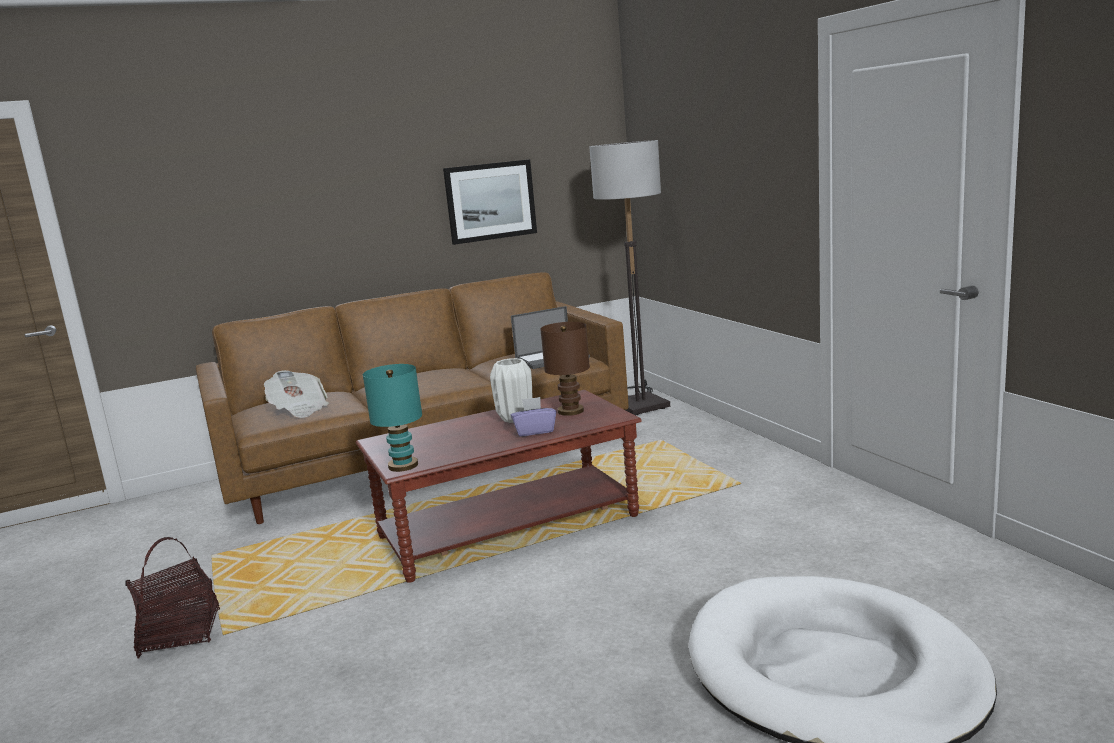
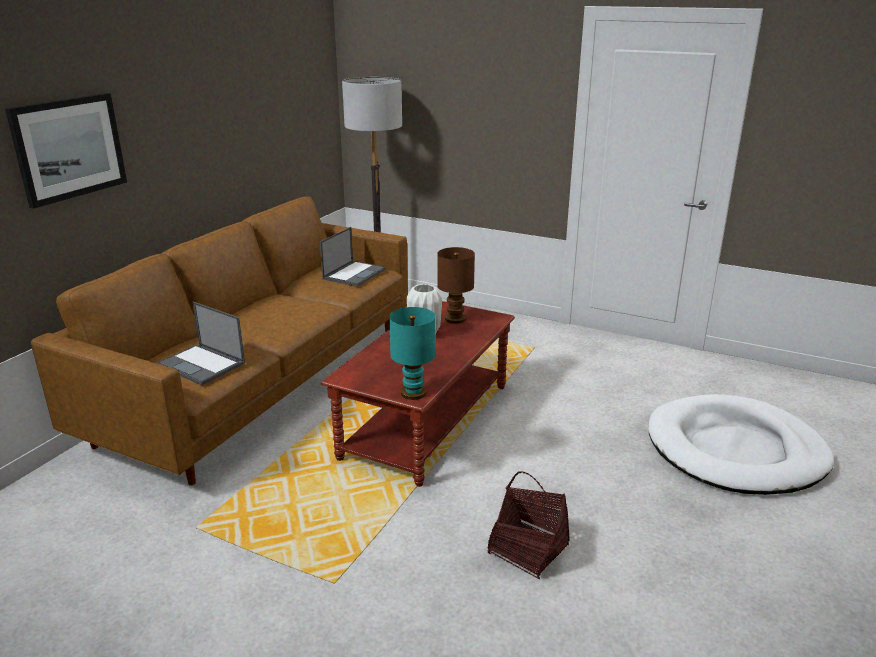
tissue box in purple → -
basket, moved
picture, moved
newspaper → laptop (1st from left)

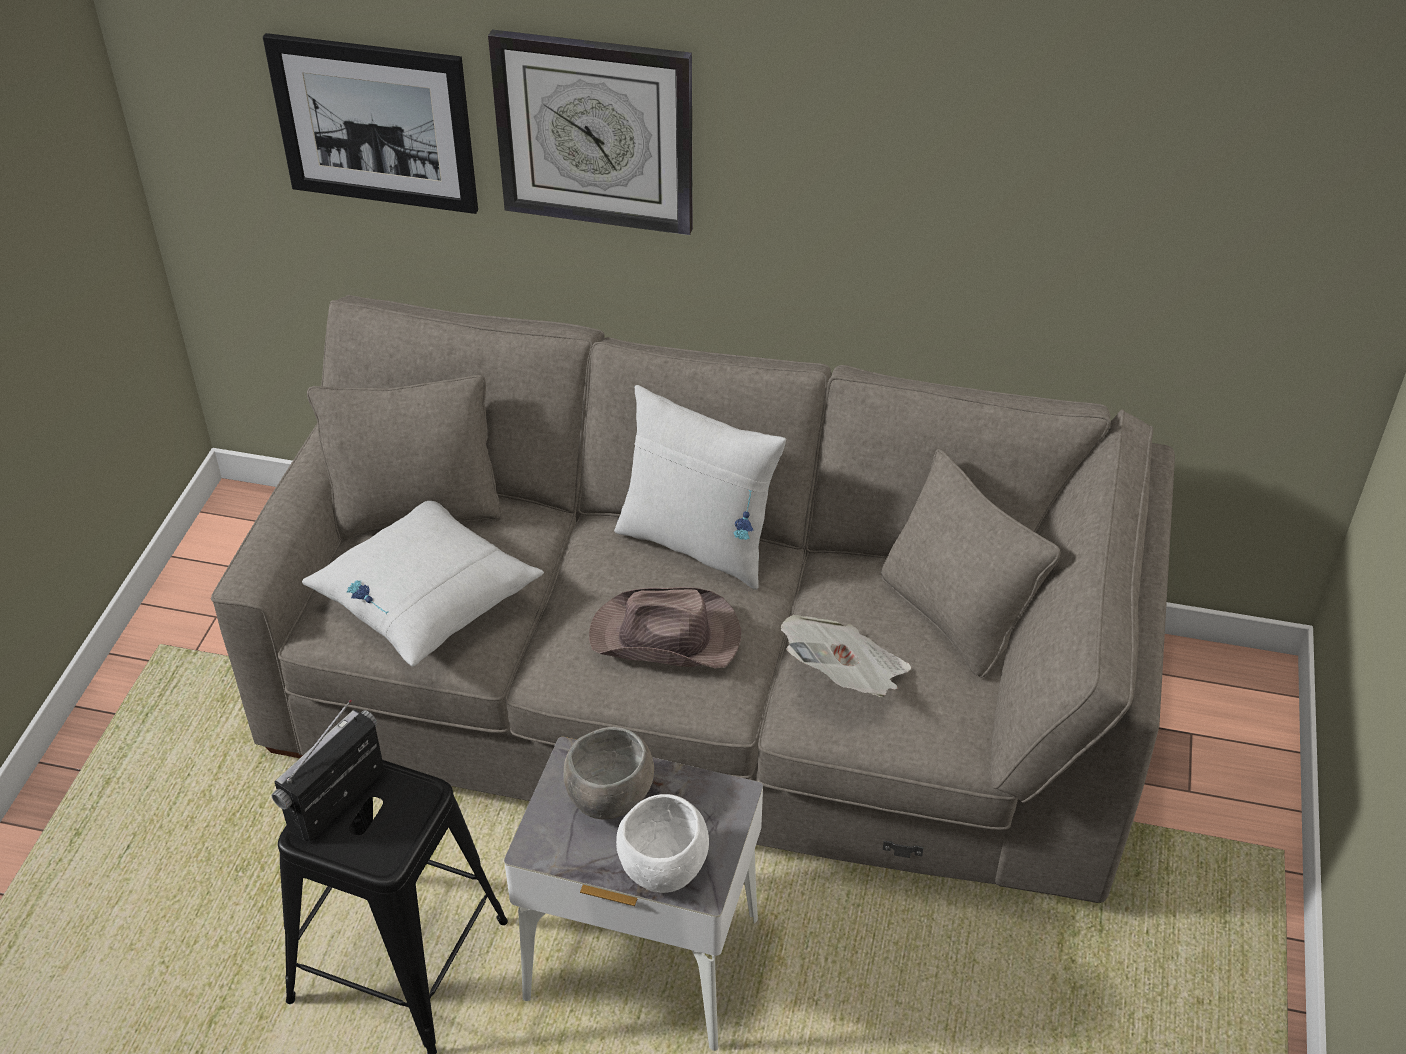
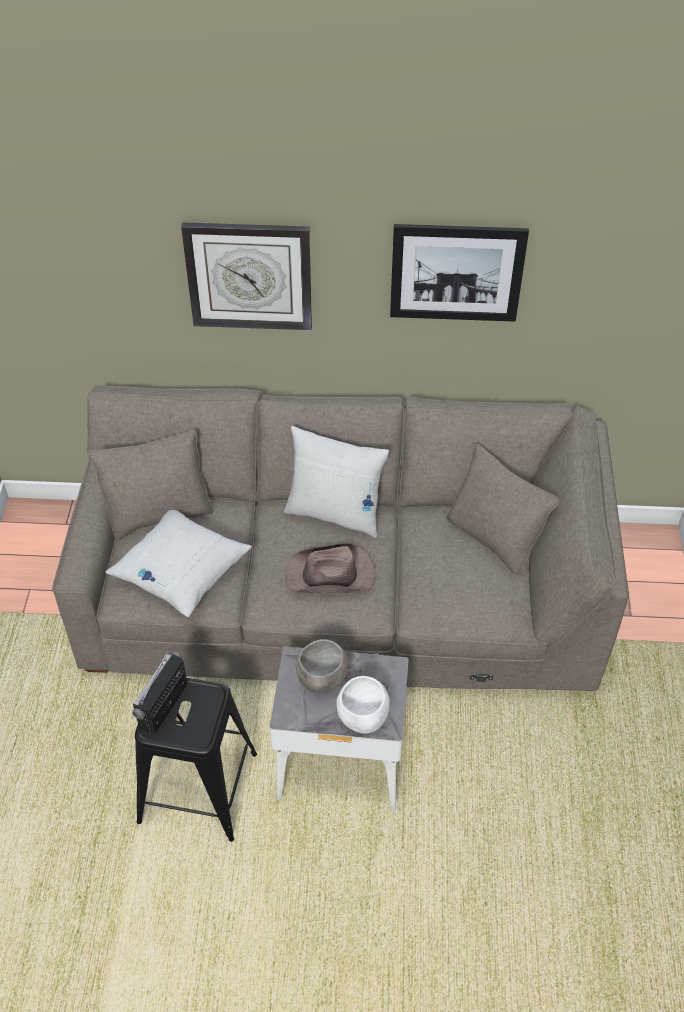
newspaper → -
picture, moved

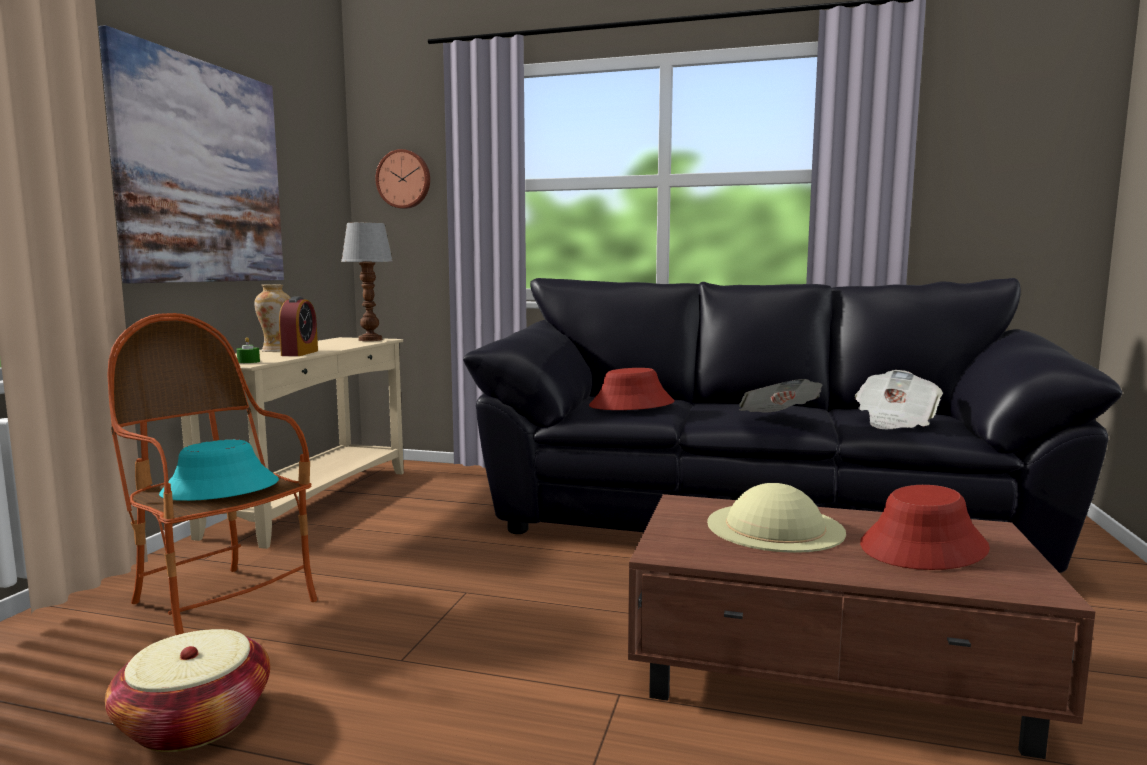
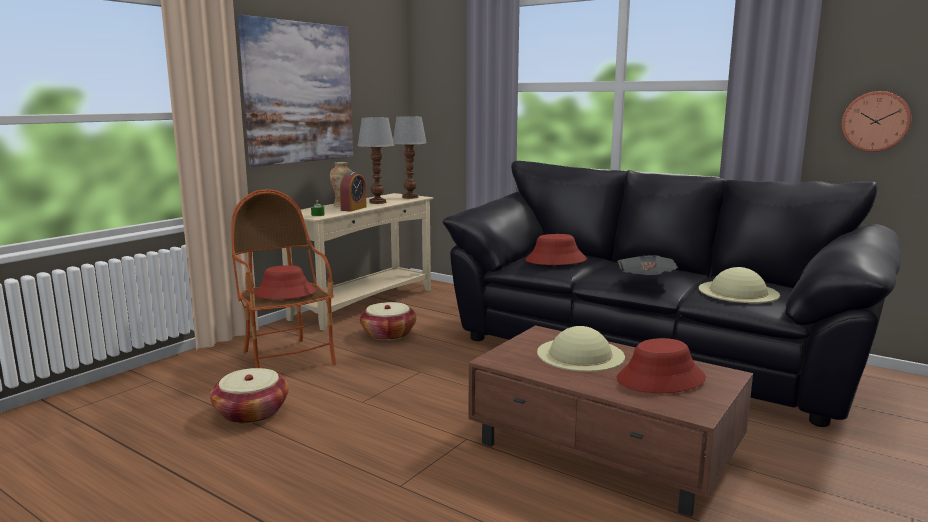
- → table lamp (1st from left)
- → basket (2nd from left)
wall clock, moved
newspaper (2nd from left) → hat in beige (2nd from left)
hat in turquoise → hat in red (1st from left)

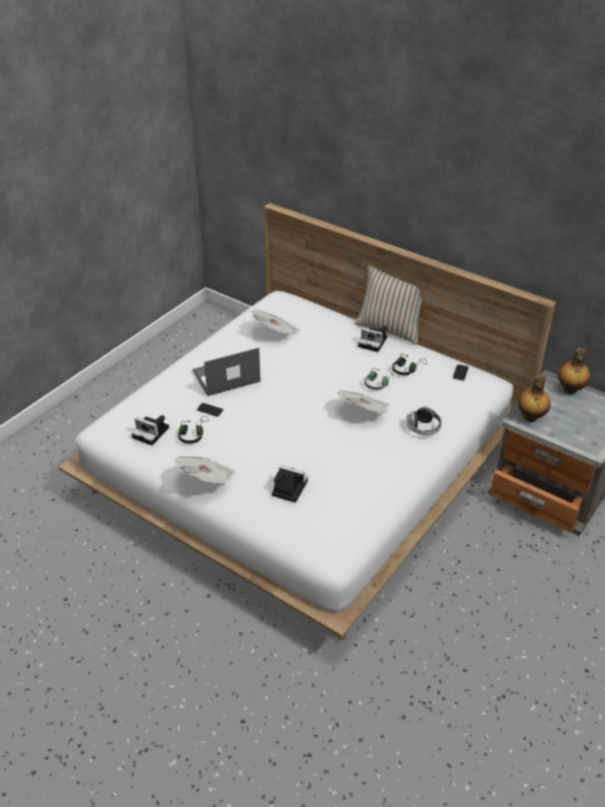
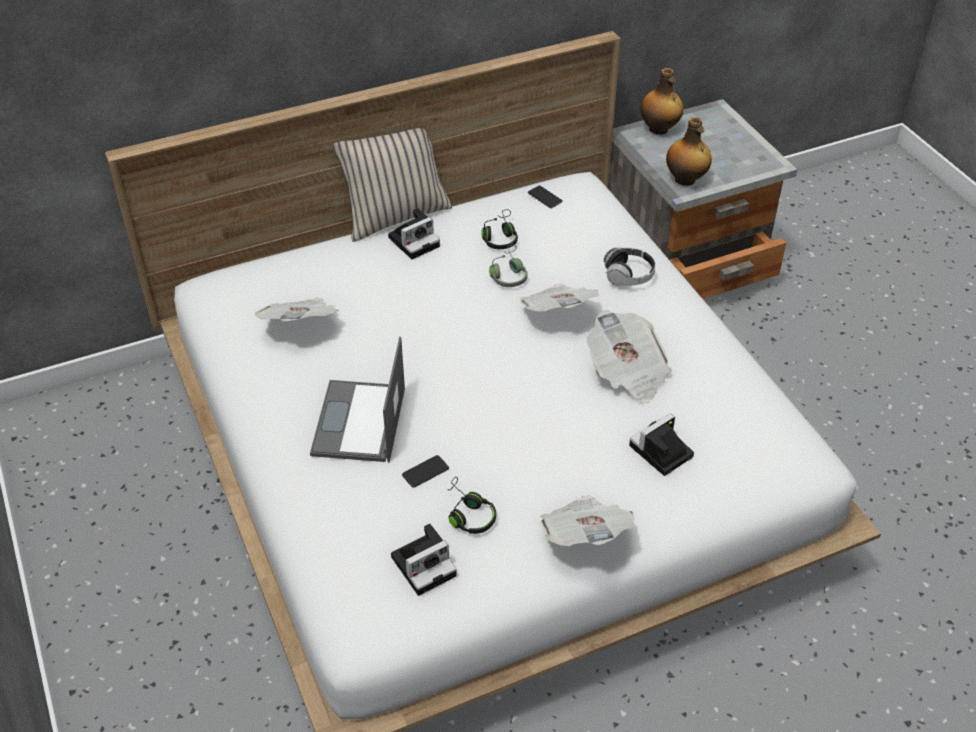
- → newspaper (4th from left)

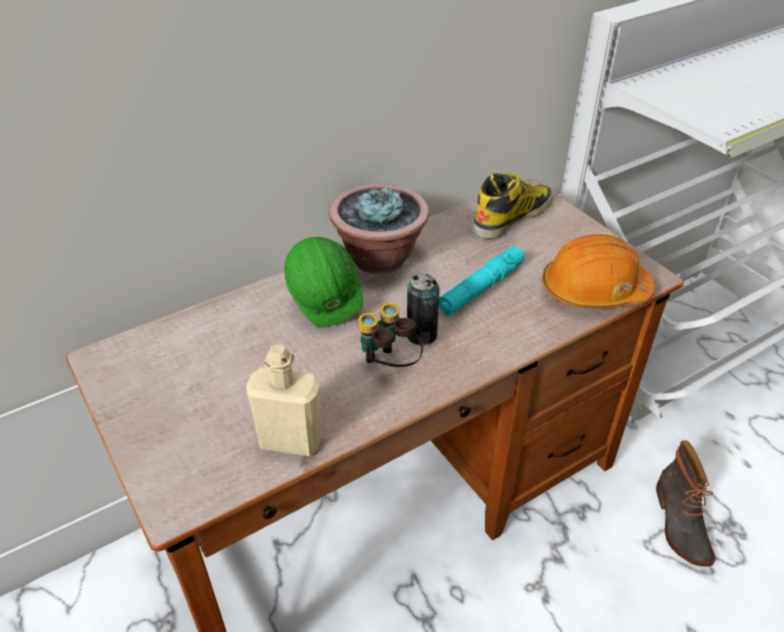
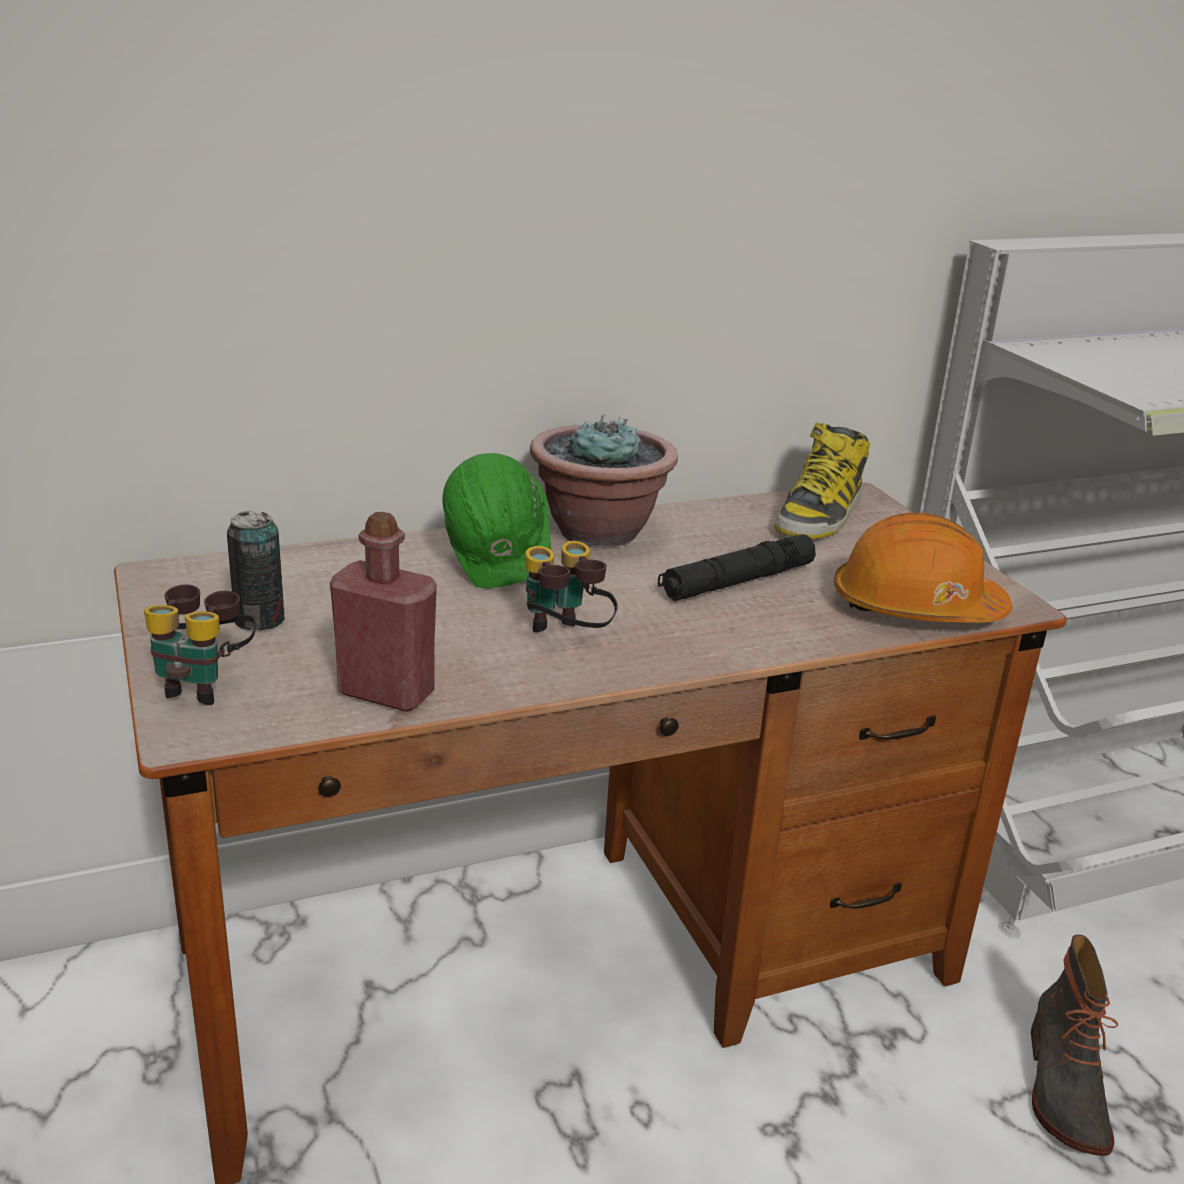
- → binoculars (1st from left)
can, moved
bottle in beige → bottle in red
flashlight in turquoise → flashlight in black
boot (1st from left), 150 degrees clockwise

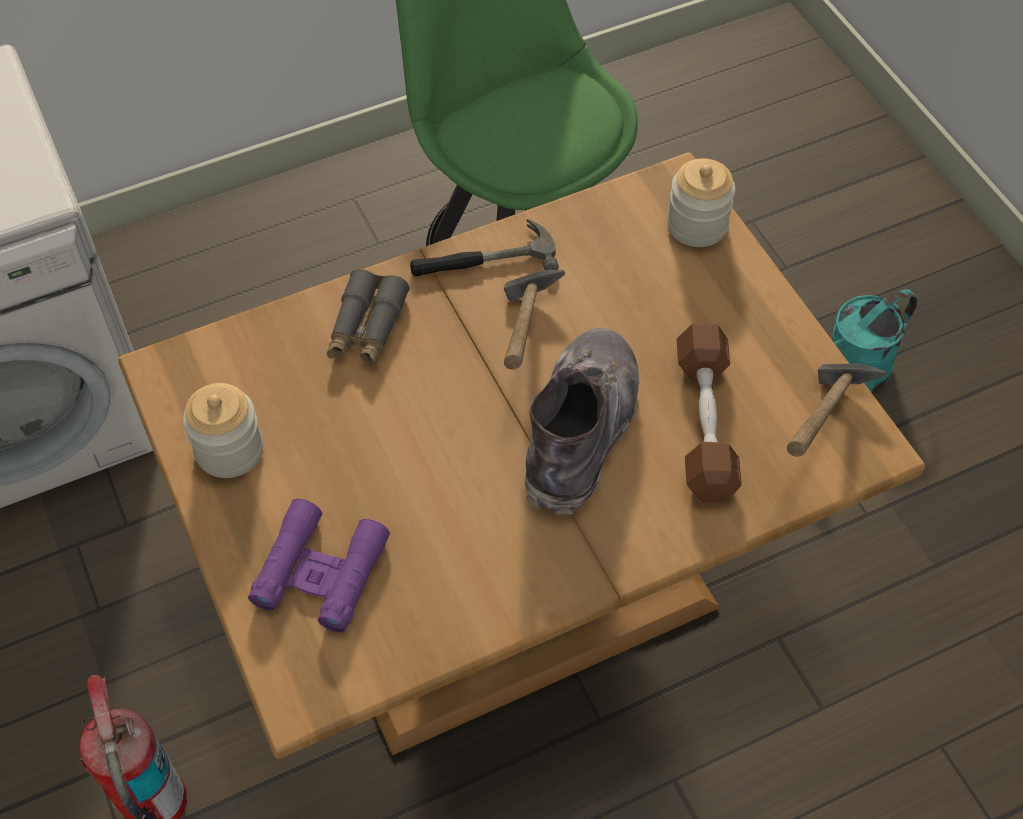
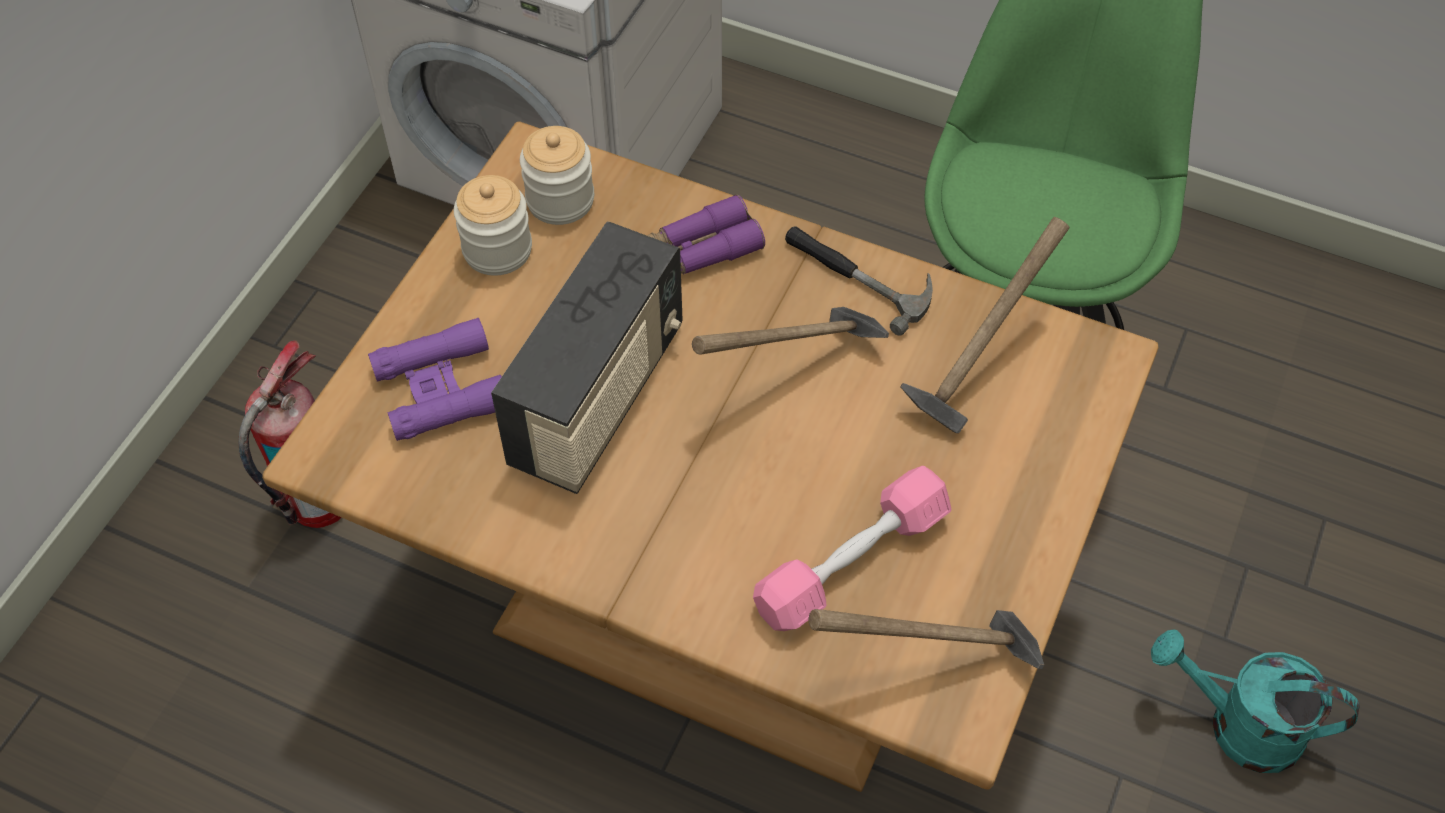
boot in grey → -
- → radio
- → hammer (4th from left)
jar (2nd from left), moved
binoculars in grey → binoculars in purple (2nd from left)
dumbbell in brown → dumbbell in pink

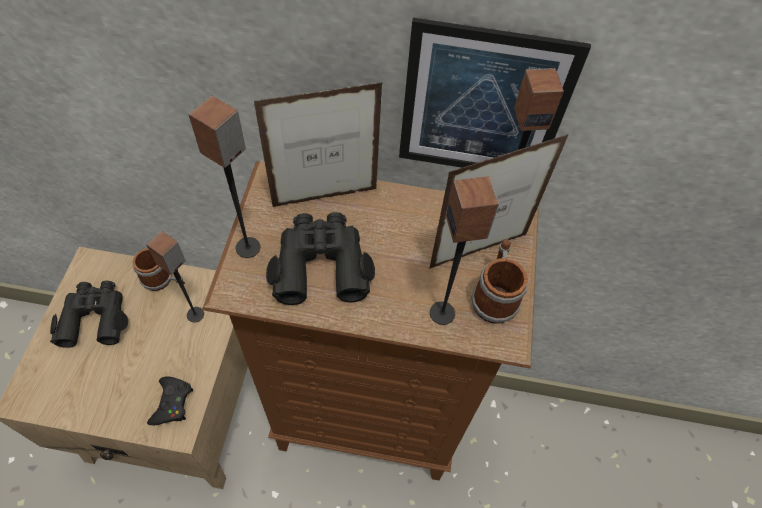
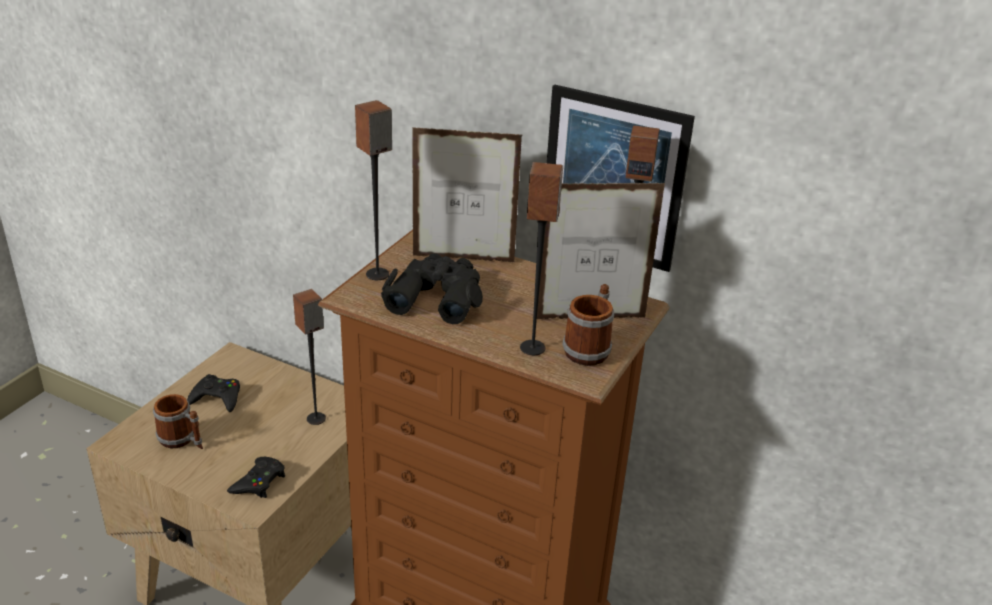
mug (1st from left), moved
binoculars in black (1st from left) → game controller in black (1st from left)

